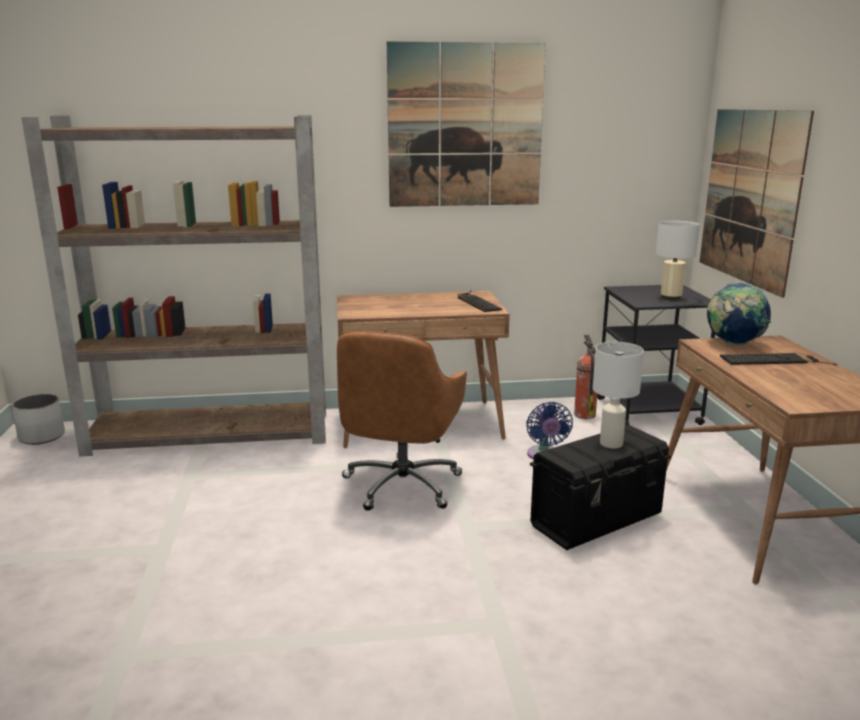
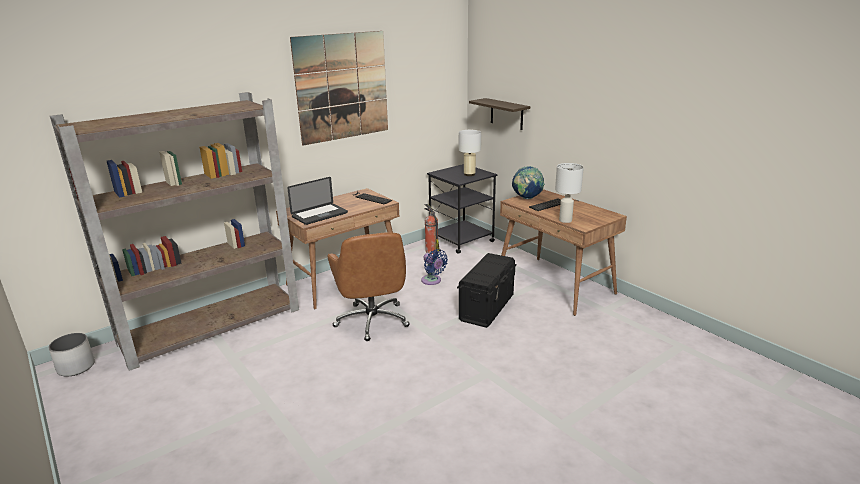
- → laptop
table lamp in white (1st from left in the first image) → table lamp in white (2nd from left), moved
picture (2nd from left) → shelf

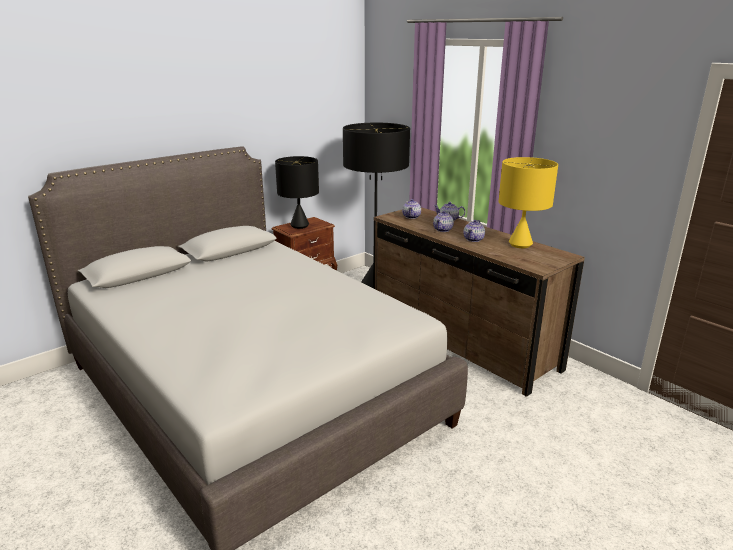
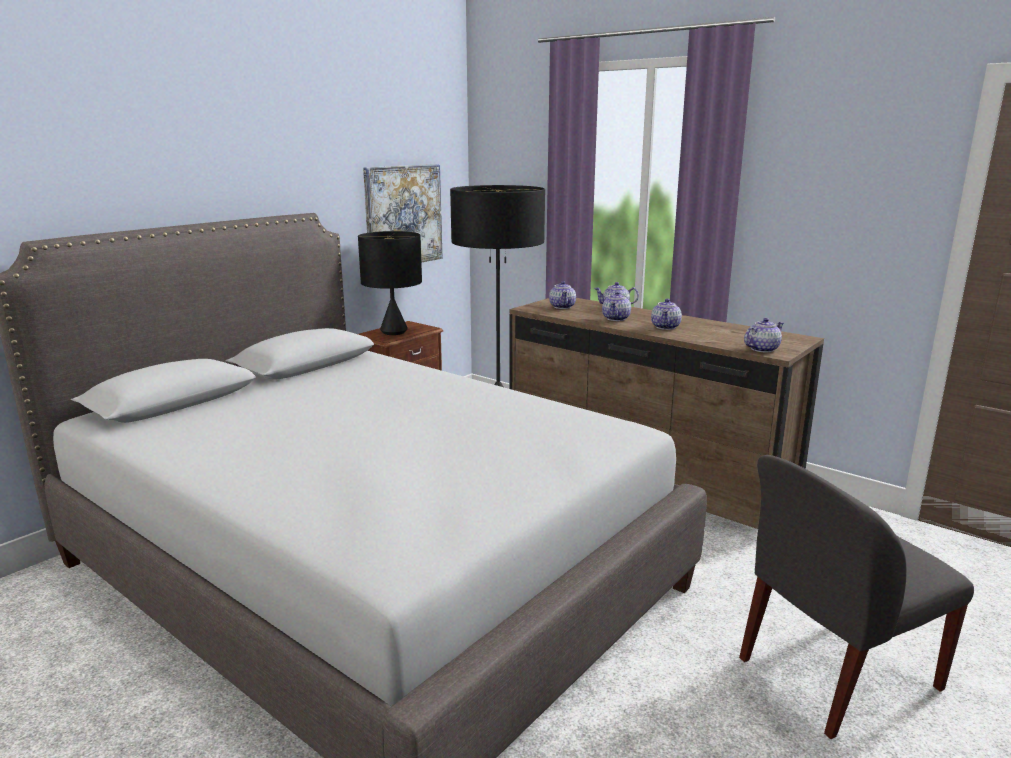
table lamp in yellow → -
- → picture
- → chair in grey
- → teapot (5th from left)

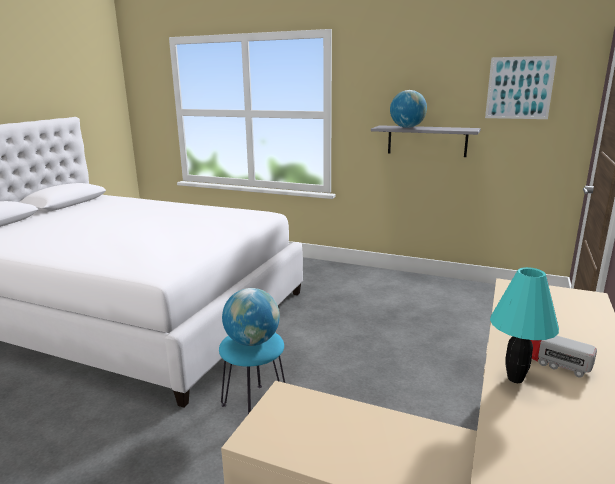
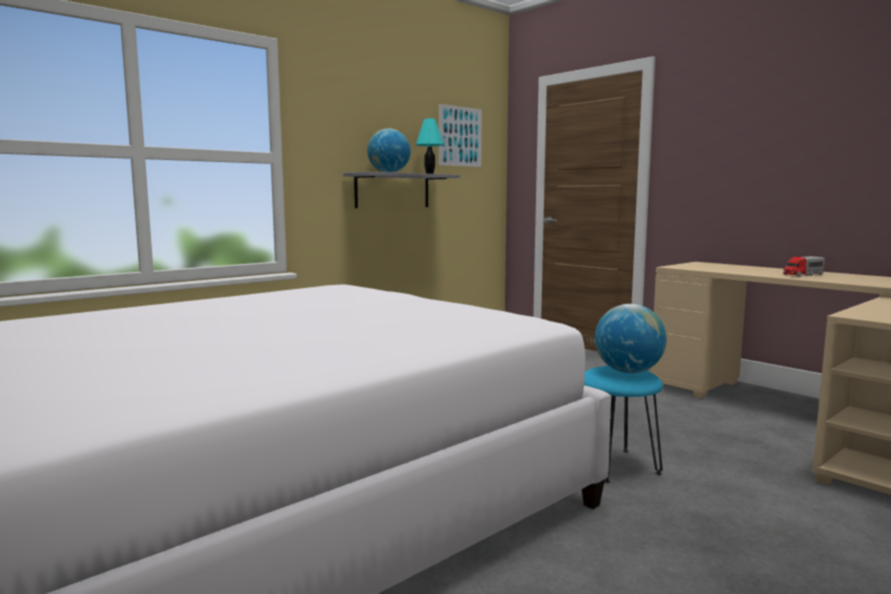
table lamp in turquoise, moved

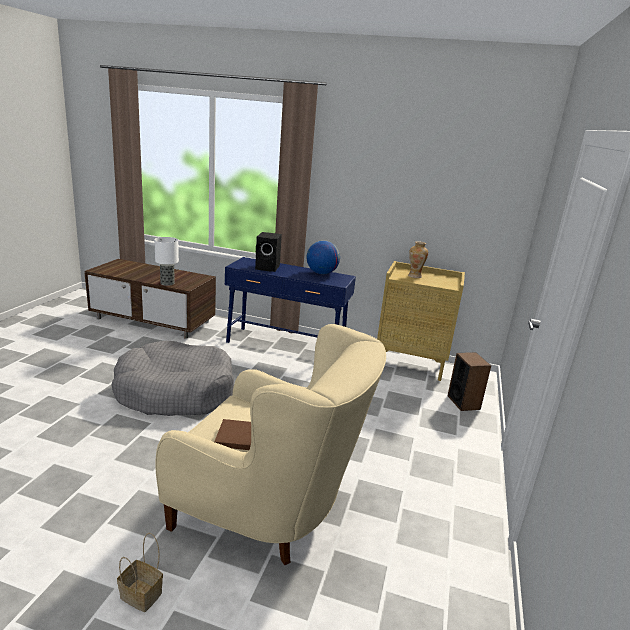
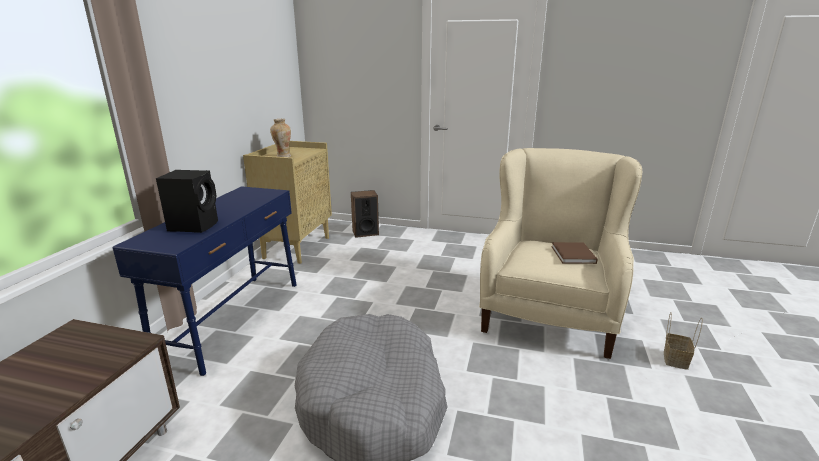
table lamp → -
globe → -

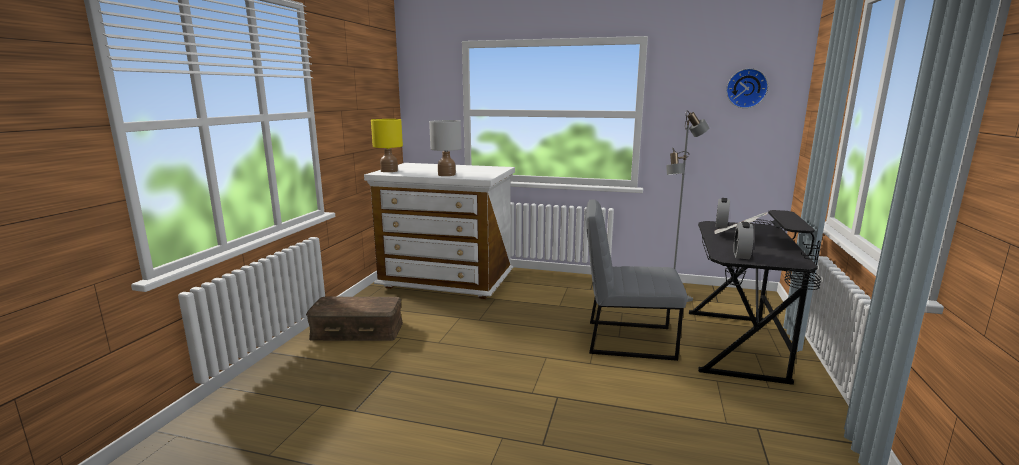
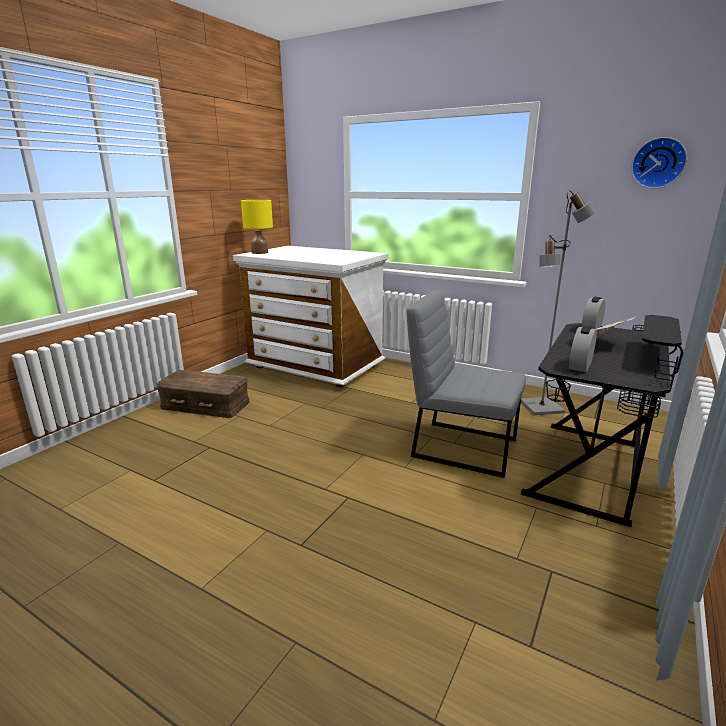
table lamp in grey → -

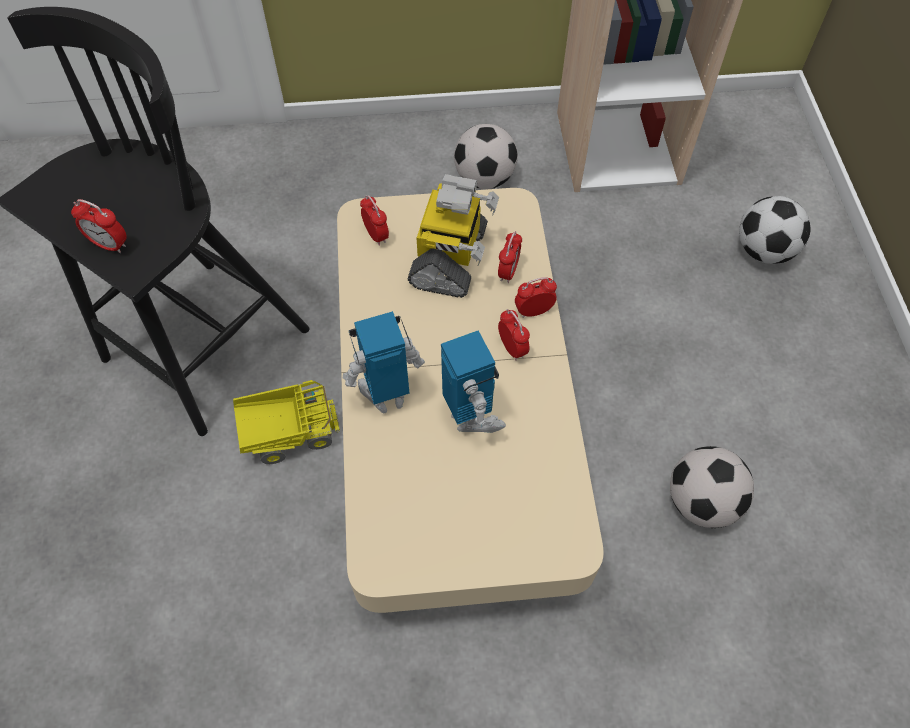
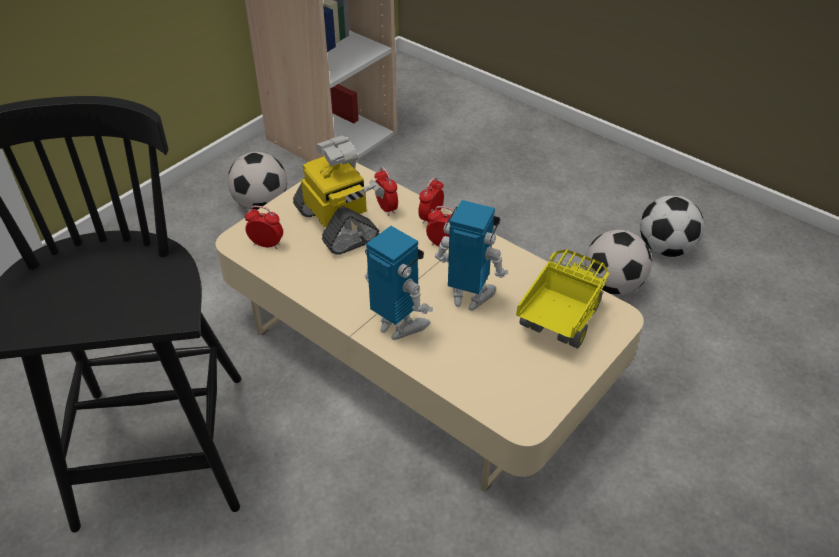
alarm clock (1st from left) → -
toy truck, moved
football (3rd from left), moved
toy robot (1st from left in the first image) → toy robot (2nd from left), 105 degrees clockwise

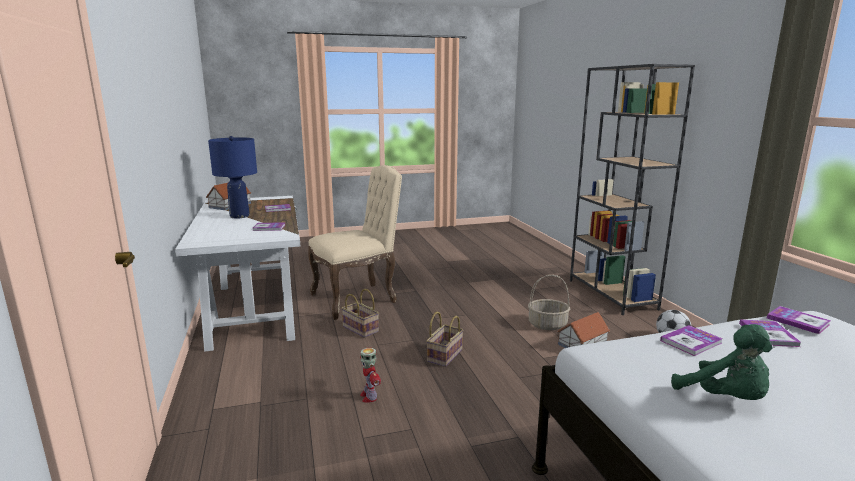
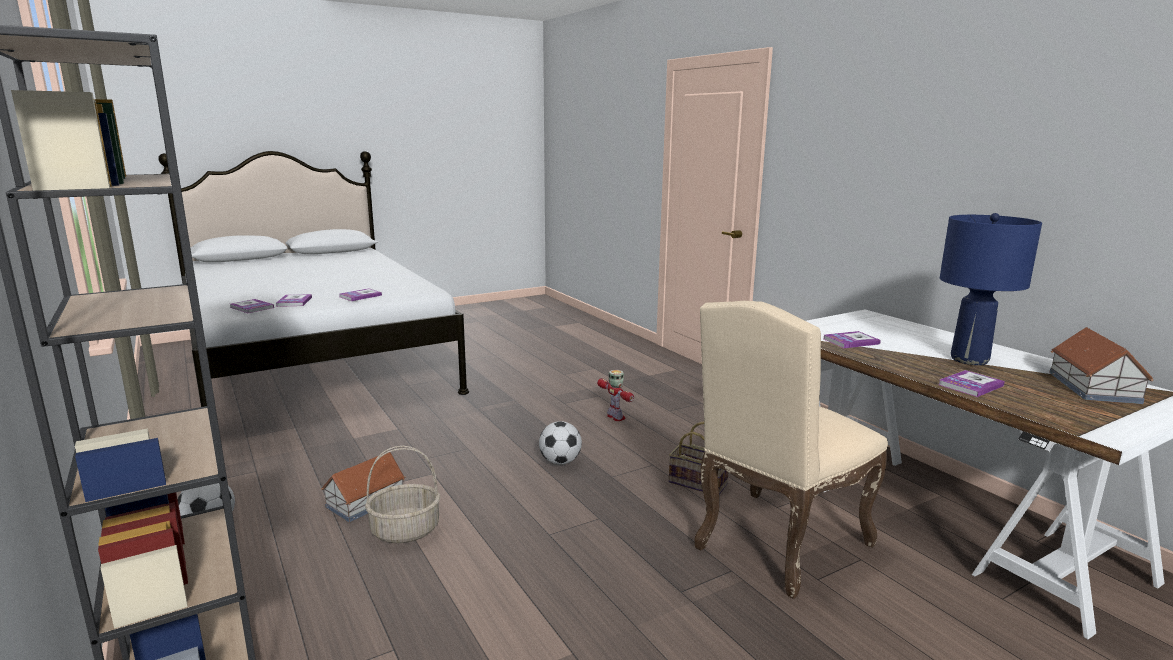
plush toy in green → -
basket (2nd from left) → football (2nd from left)

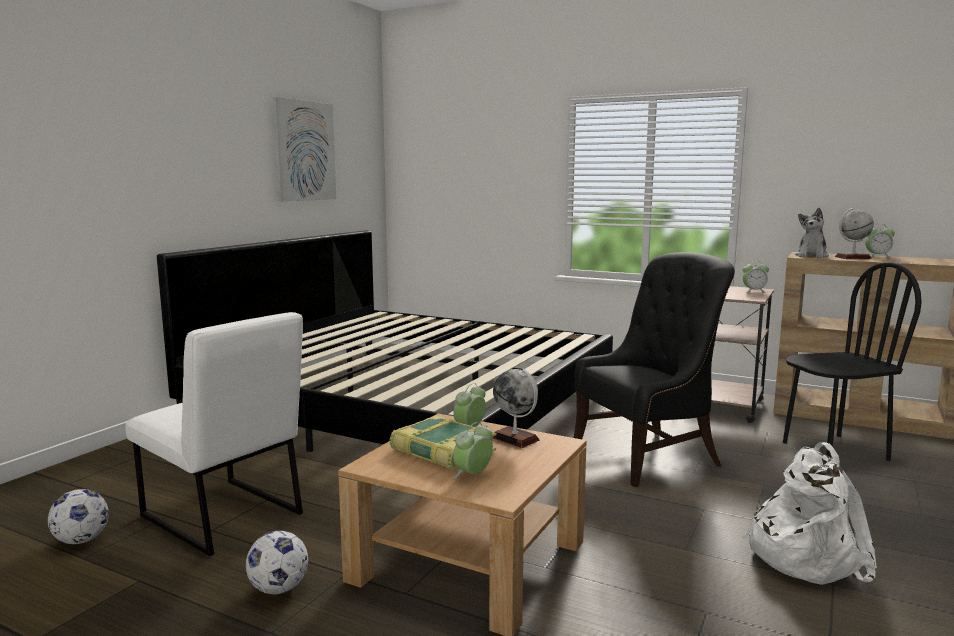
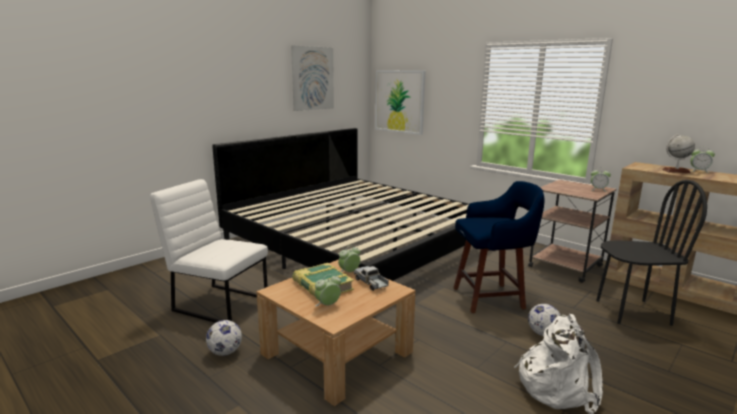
plush toy → -
- → picture (2nd from left)
football (1st from left in the first image) → football (2nd from left), moved
globe (1st from left) → toy truck
chair in black (1st from left) → stool in blue
chair in white, 150 degrees clockwise

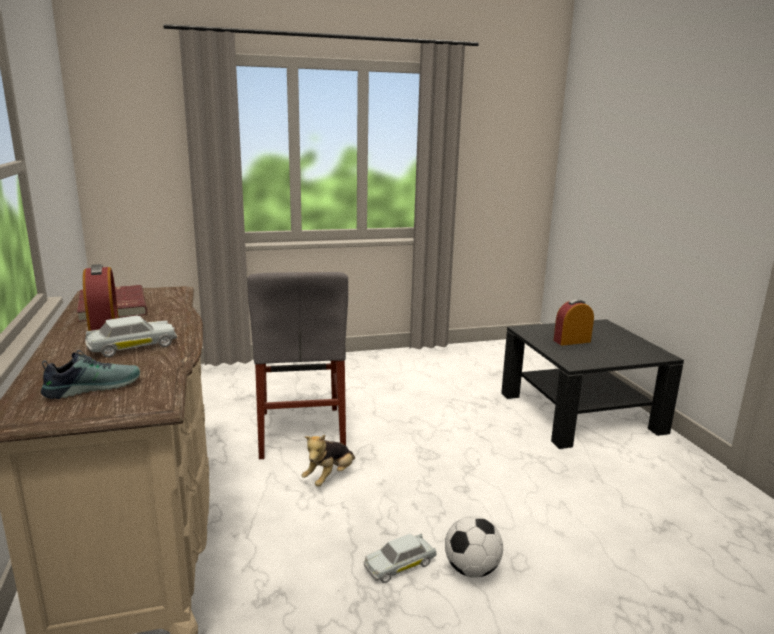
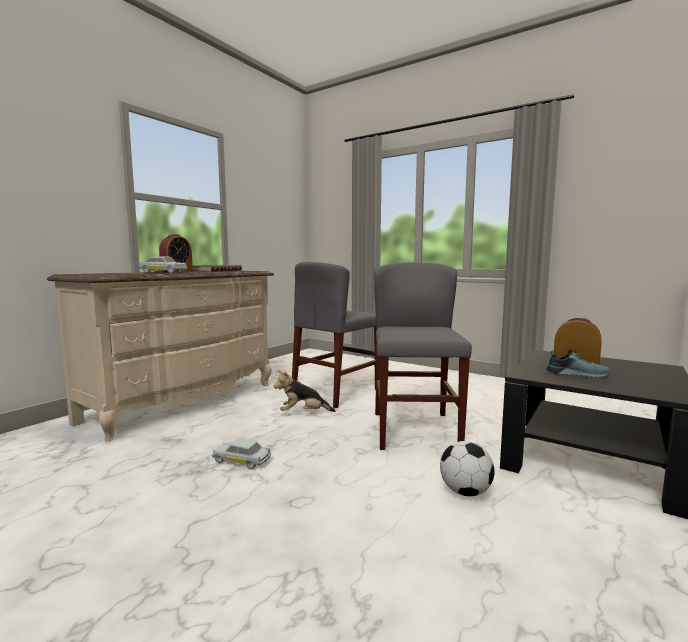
- → chair in grey (2nd from left)
shoe, moved
football, moved

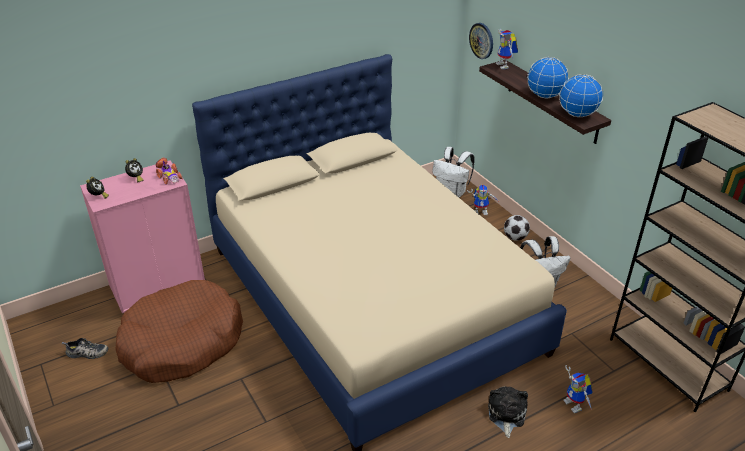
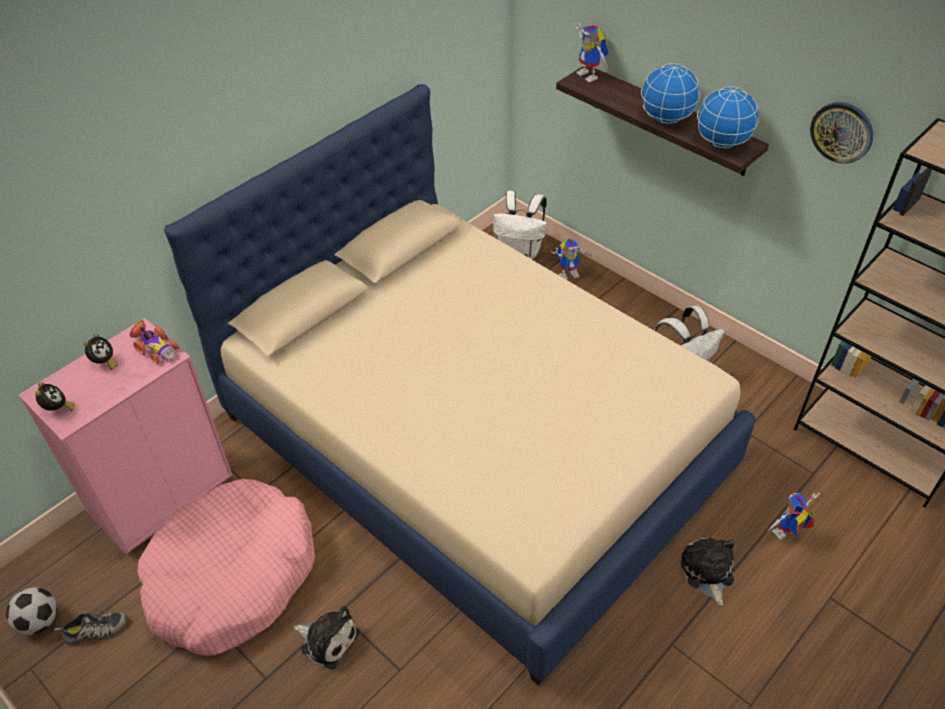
- → plush toy (1st from left)
wall clock, moved
football, moved
dog bed in brown → dog bed in pink
toy robot (3rd from left), 105 degrees clockwise

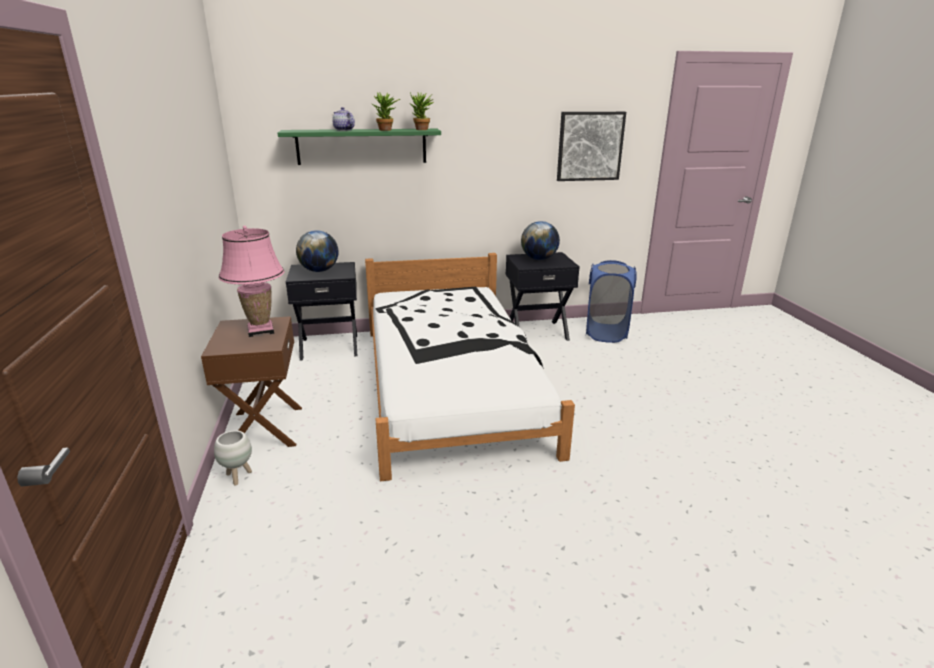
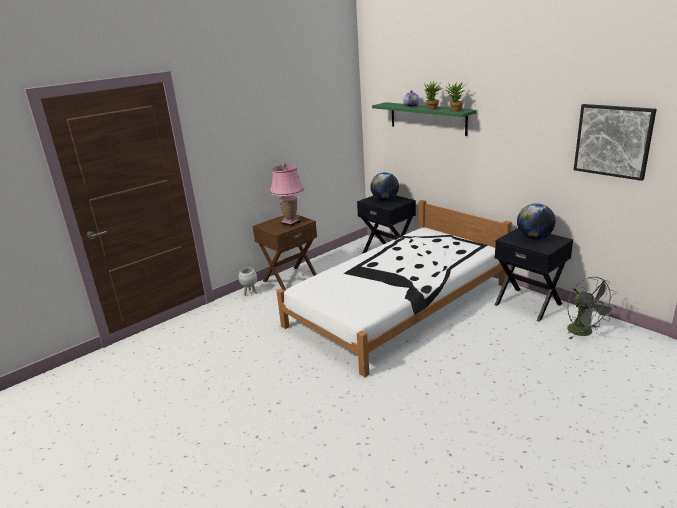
laundry basket in blue → fan in grey

